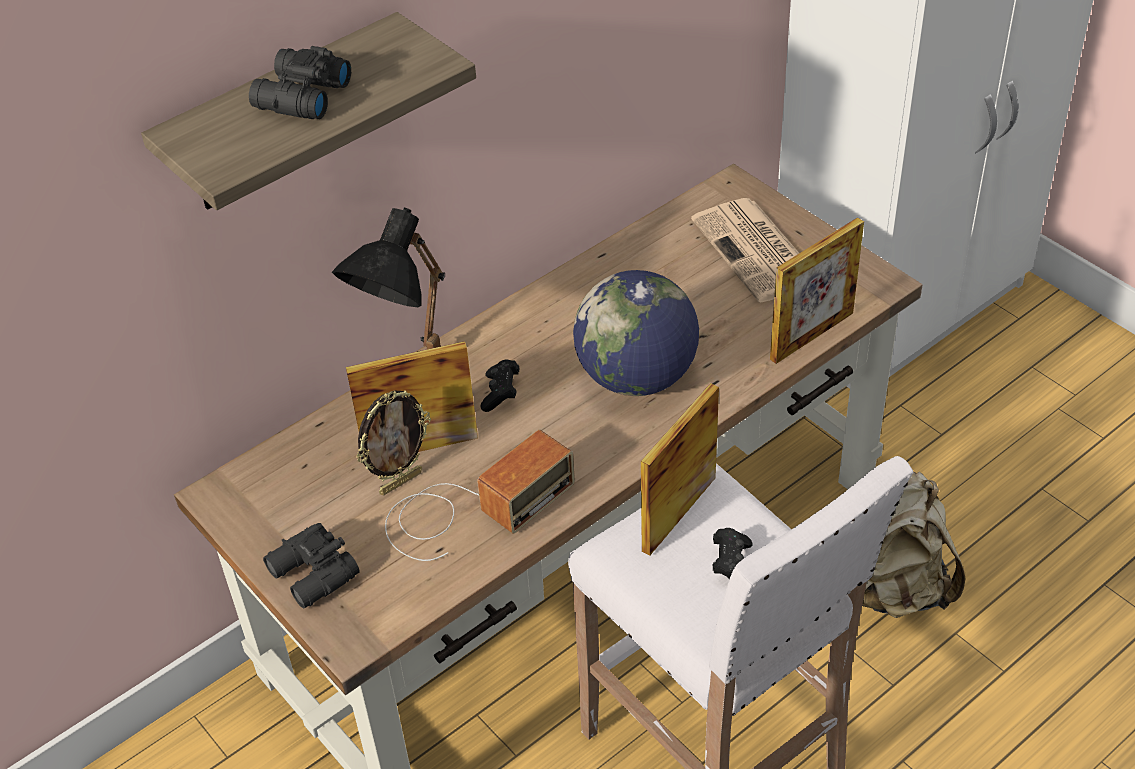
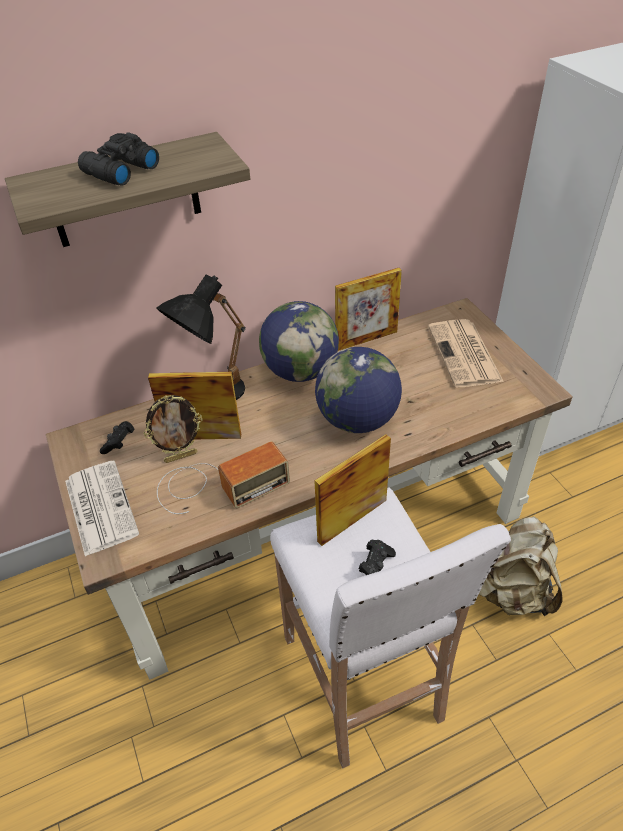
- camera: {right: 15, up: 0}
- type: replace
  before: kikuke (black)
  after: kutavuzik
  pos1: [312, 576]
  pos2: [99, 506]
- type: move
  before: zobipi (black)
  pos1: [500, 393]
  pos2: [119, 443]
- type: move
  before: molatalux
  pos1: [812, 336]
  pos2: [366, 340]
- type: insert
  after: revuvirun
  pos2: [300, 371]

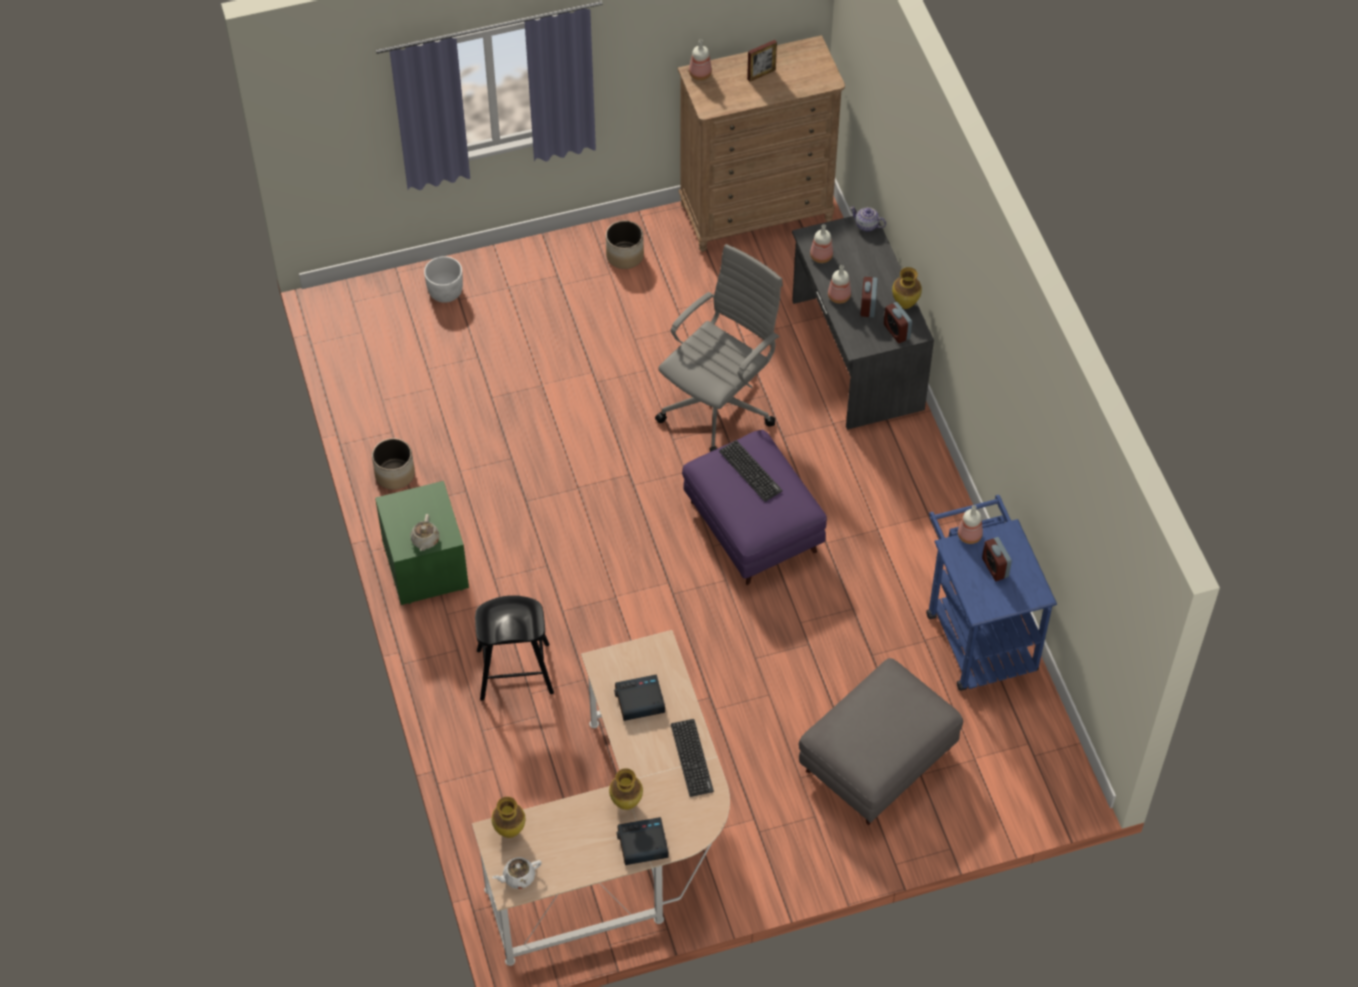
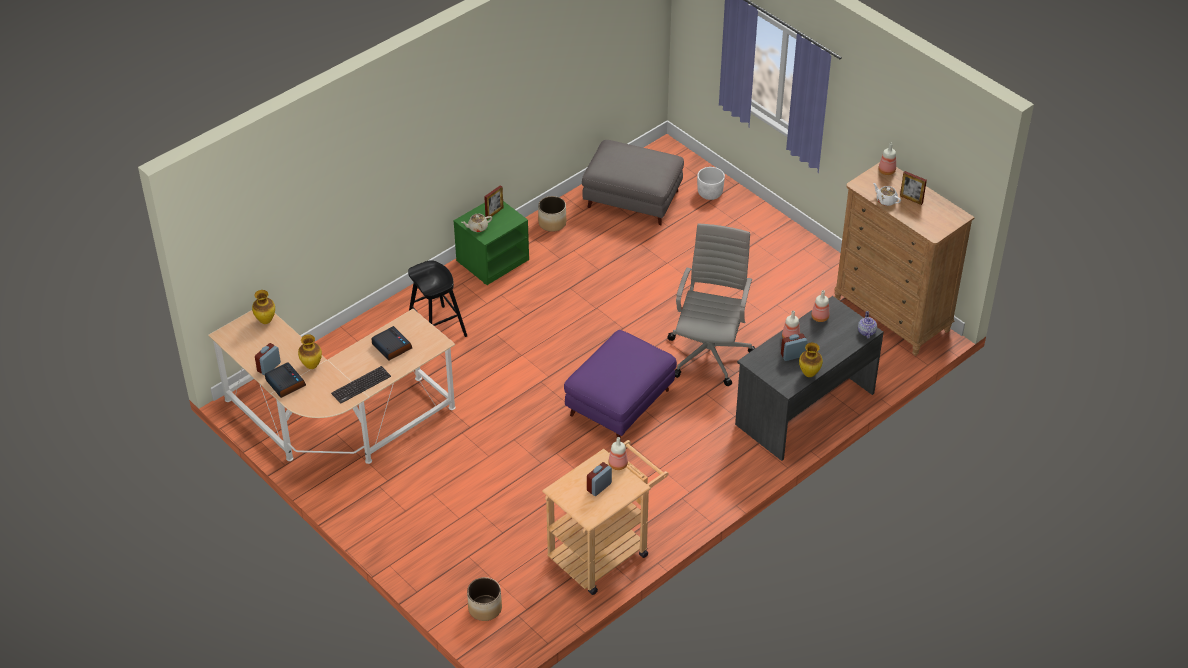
- camera: {right: 65, up: -10}
- type: move
  before: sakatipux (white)
  pos1: [518, 877]
  pos2: [886, 200]
- type: move
  before: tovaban
  pos1: [625, 256]
  pos2: [485, 608]
- type: rotate
  before: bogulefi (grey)
  pos1: [719, 405]
  pos2: [710, 352]
  turn: -90
- type: delete
  before: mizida
  pos1: [750, 471]
- type: move
  before: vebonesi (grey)
  pos1: [877, 759]
  pos2: [633, 199]
- type: move
  before: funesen
  pos1: [896, 331]
  pos2: [269, 367]
- type: recolor
  before: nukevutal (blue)
  after: nukevutal (beige)
  pos1: [977, 633]
  pos2: [604, 551]
- type: insert
  after: molatalux
  pos2: [494, 213]

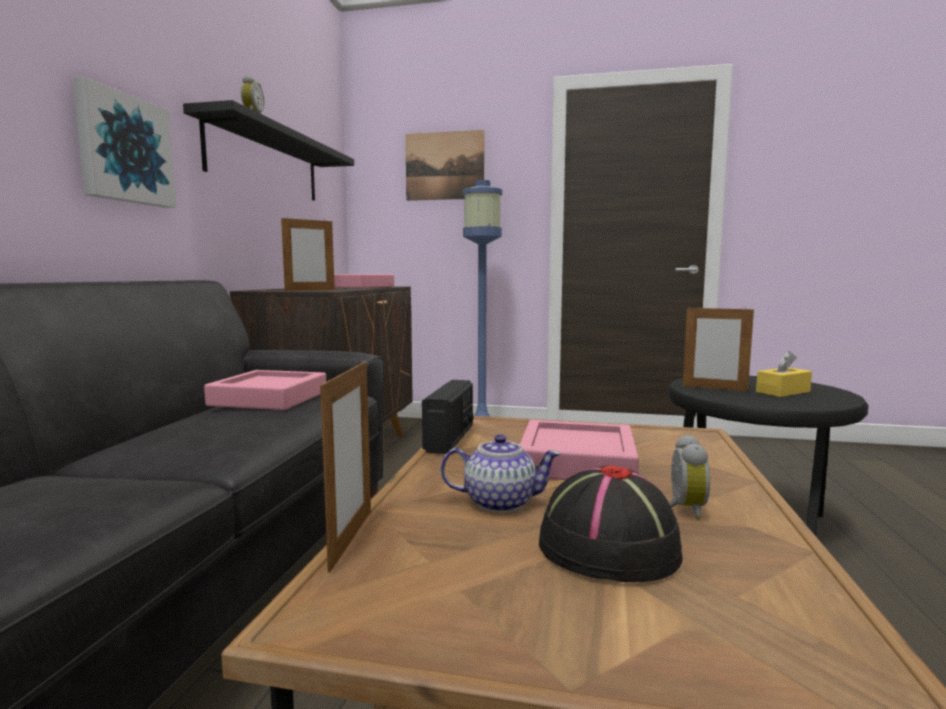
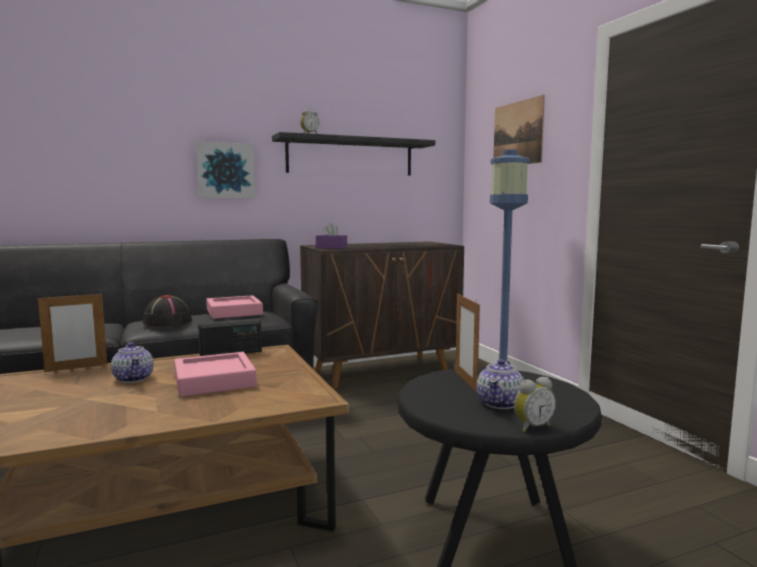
- camera: {right: 55, up: 0}
- type: replace
  before: molatalux
  after: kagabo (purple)
  pos1: [310, 290]
  pos2: [331, 247]
- type: delete
  before: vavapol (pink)
  pos1: [359, 287]
- type: move
  before: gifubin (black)
  pos1: [607, 547]
  pos2: [167, 322]
- type: move
  before: funesen
  pos1: [683, 510]
  pos2: [532, 427]
- type: replace
  before: kagabo (yellow)
  after: sakatipux
  pos1: [783, 392]
  pos2: [500, 403]

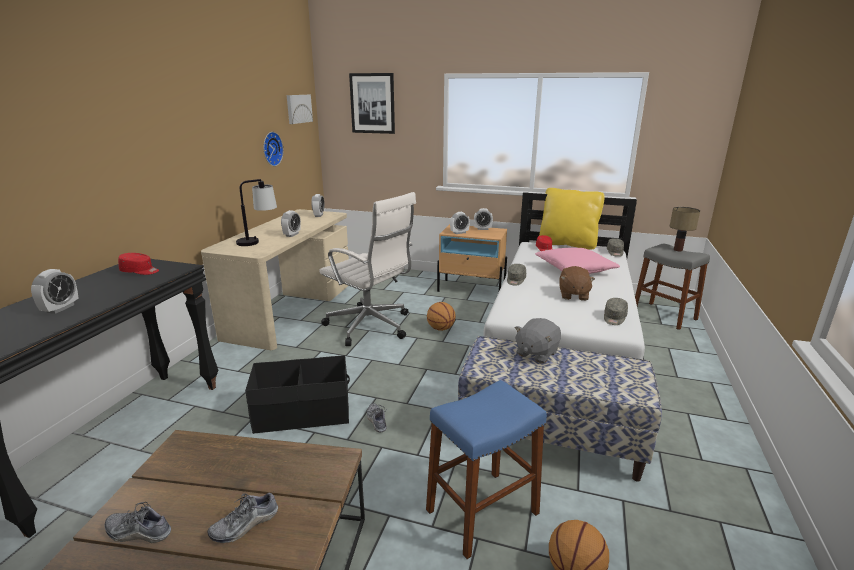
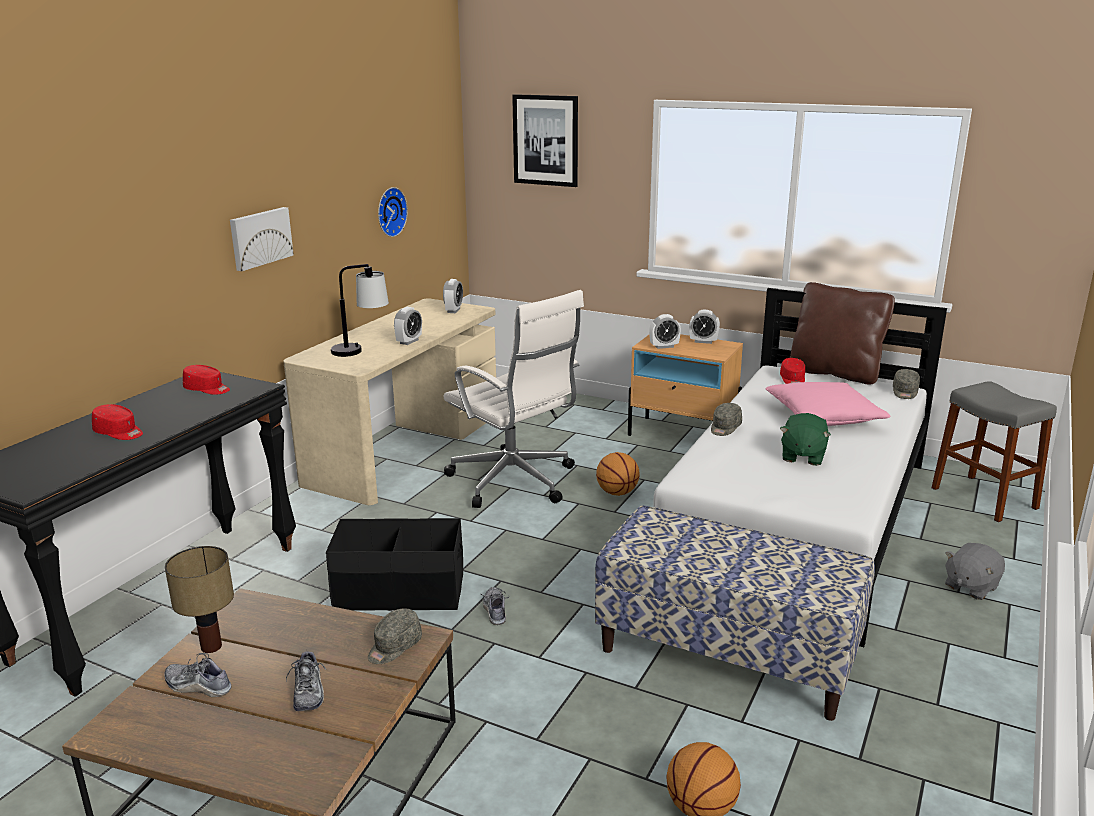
- camera: {right: 10, up: 0}
- type: replace
  before: funesen
  after: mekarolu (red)
  pos1: [60, 308]
  pos2: [119, 433]
- type: rotate
  before: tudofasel
  pos1: [245, 524]
  pos2: [308, 692]
  turn: -75
- type: move
  before: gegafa
  pos1: [298, 108]
  pos2: [260, 238]
- type: delete
  before: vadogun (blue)
  pos1: [482, 512]
- type: move
  before: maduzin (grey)
  pos1: [536, 353]
  pos2: [970, 586]
- type: recolor
  before: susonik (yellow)
  after: susonik (brown)
  pos1: [567, 244]
  pos2: [835, 373]
- type: recolor
  before: maduzin (brown)
  after: maduzin (green)
  pos1: [573, 295]
  pos2: [802, 456]
- type: move
  before: mekarolu (grey)
  pos1: [614, 318]
  pos2: [394, 647]
- type: move
  before: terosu
  pos1: [677, 250]
  pos2: [211, 646]

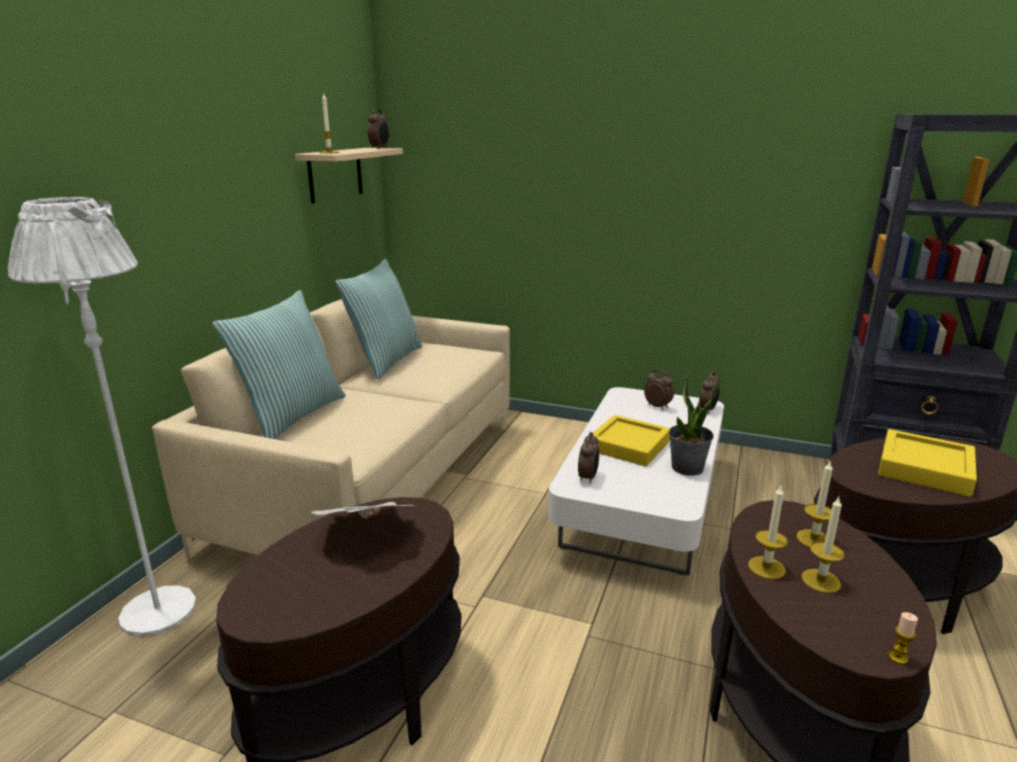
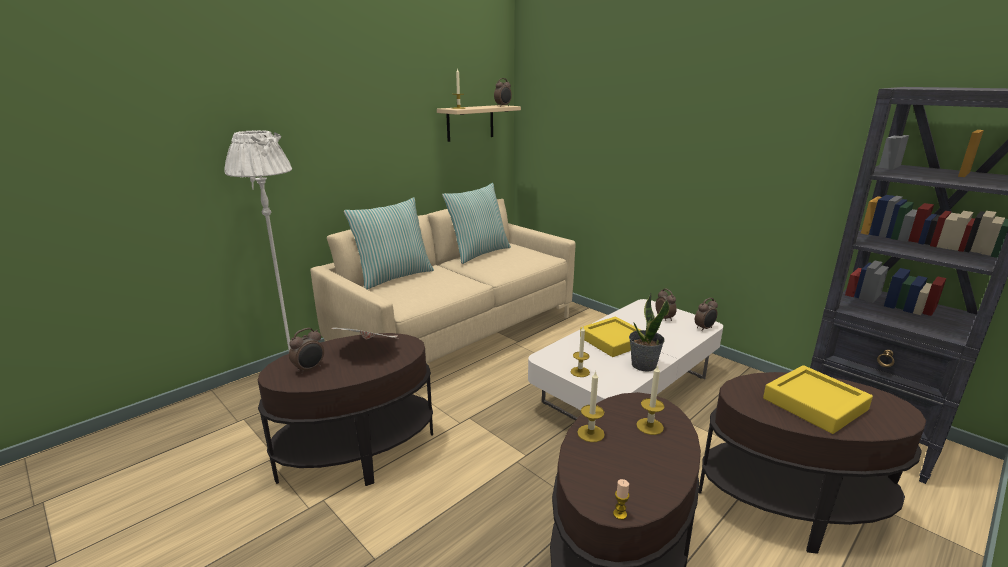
- camera: {right: 25, up: 0}
- type: move
  before: funesen
  pos1: [588, 478]
  pos2: [310, 369]
- type: move
  before: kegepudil
  pos1: [821, 581]
  pos2: [580, 372]

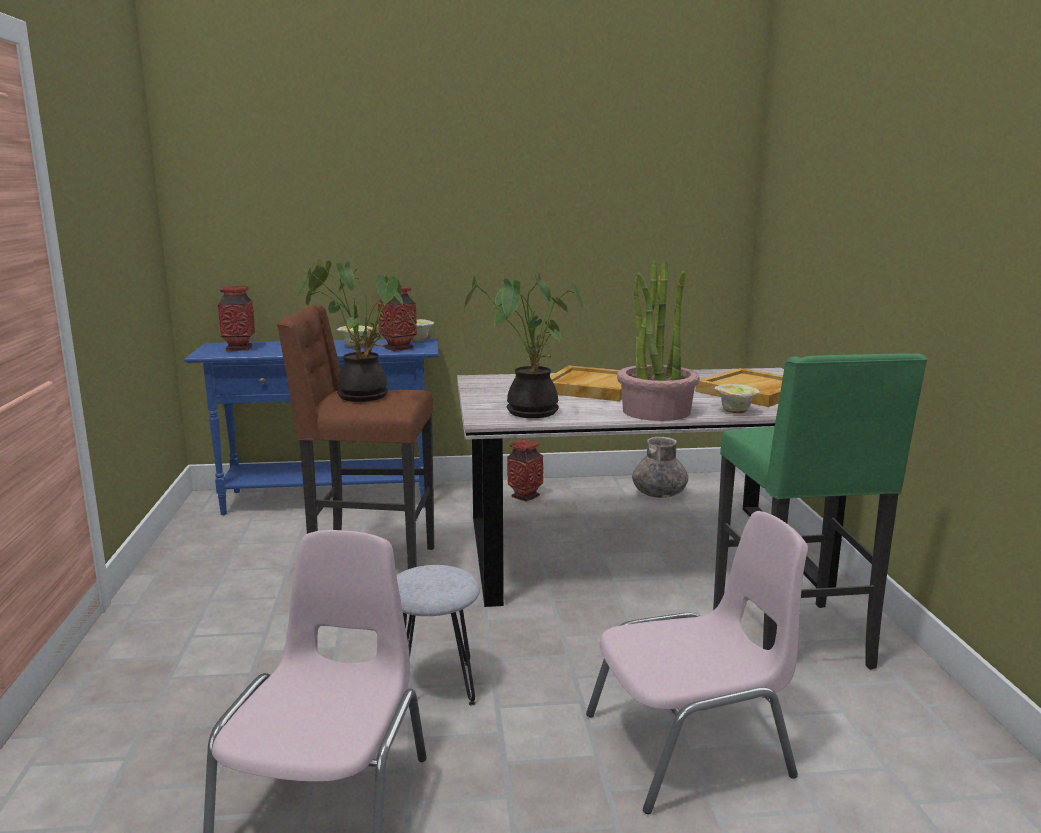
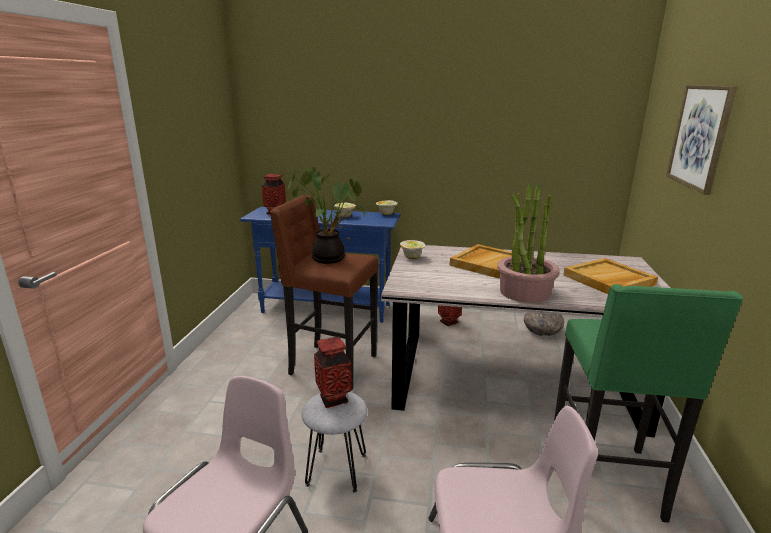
- camera: {right: 15, up: 5}
- type: move
  before: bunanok
  pos1: [398, 348]
  pos2: [333, 399]
- type: delete
  before: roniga
  pos1: [529, 411]
- type: move
  before: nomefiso
  pos1: [735, 412]
  pos2: [412, 257]
- type: insert
  after: gegafa
  pos2: [700, 137]

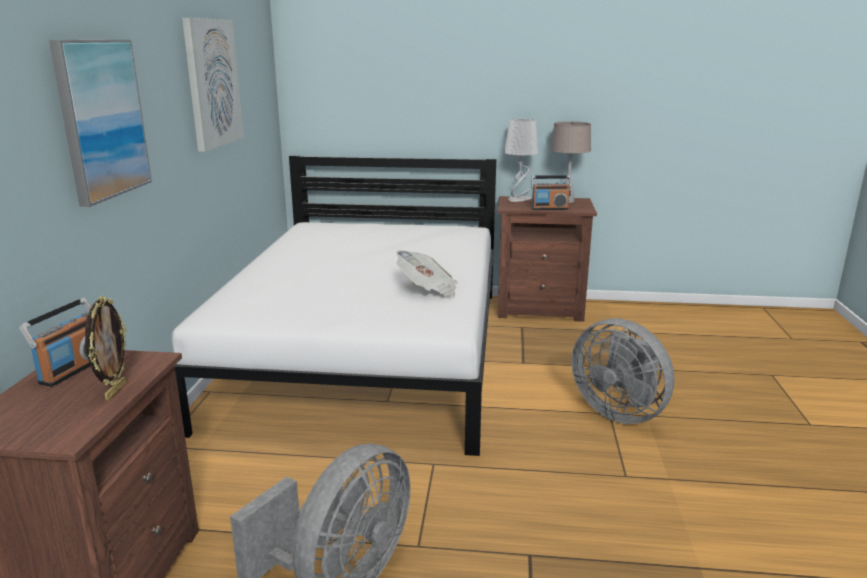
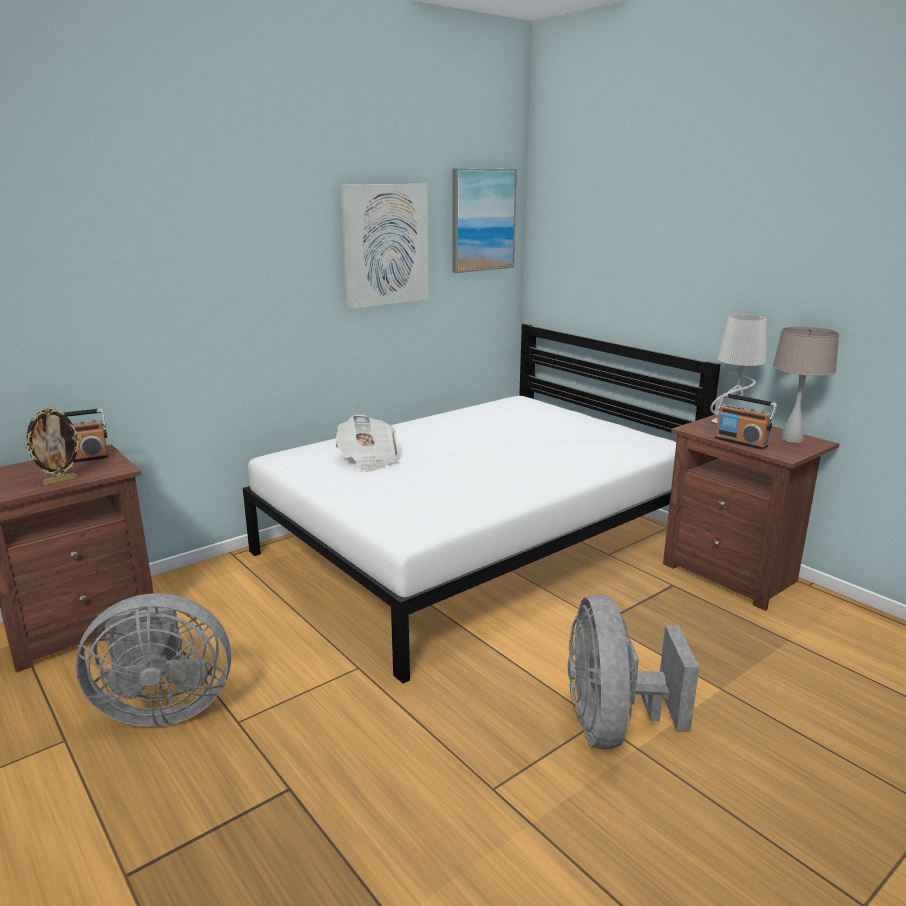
- camera: {right: 45, up: 0}
- type: move
  before: gegafa
  pos1: [101, 119]
  pos2: [482, 220]
- type: move
  before: kutavuzik
  pos1: [428, 290]
  pos2: [368, 459]

